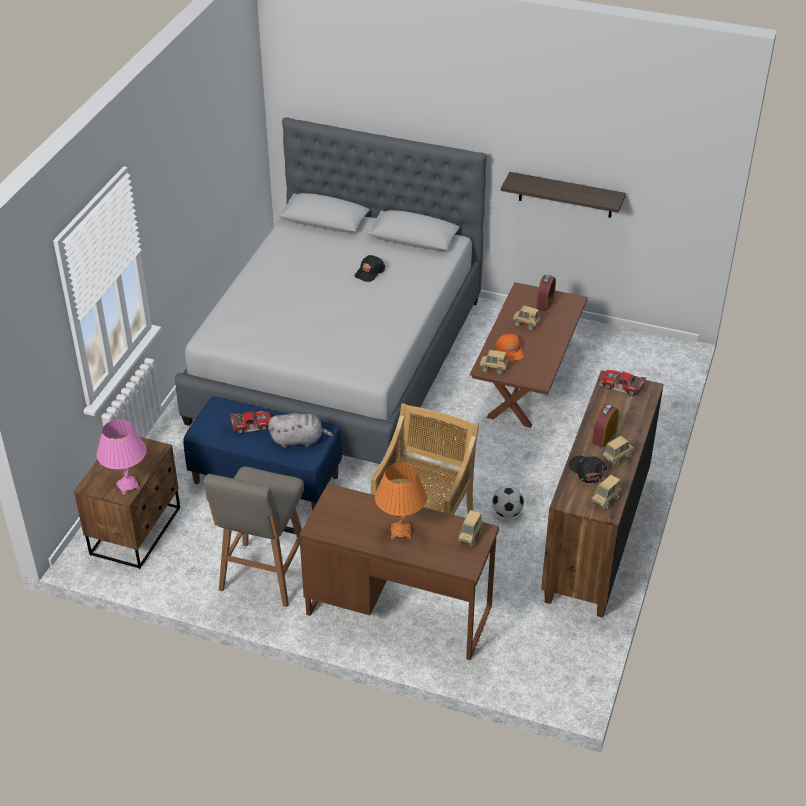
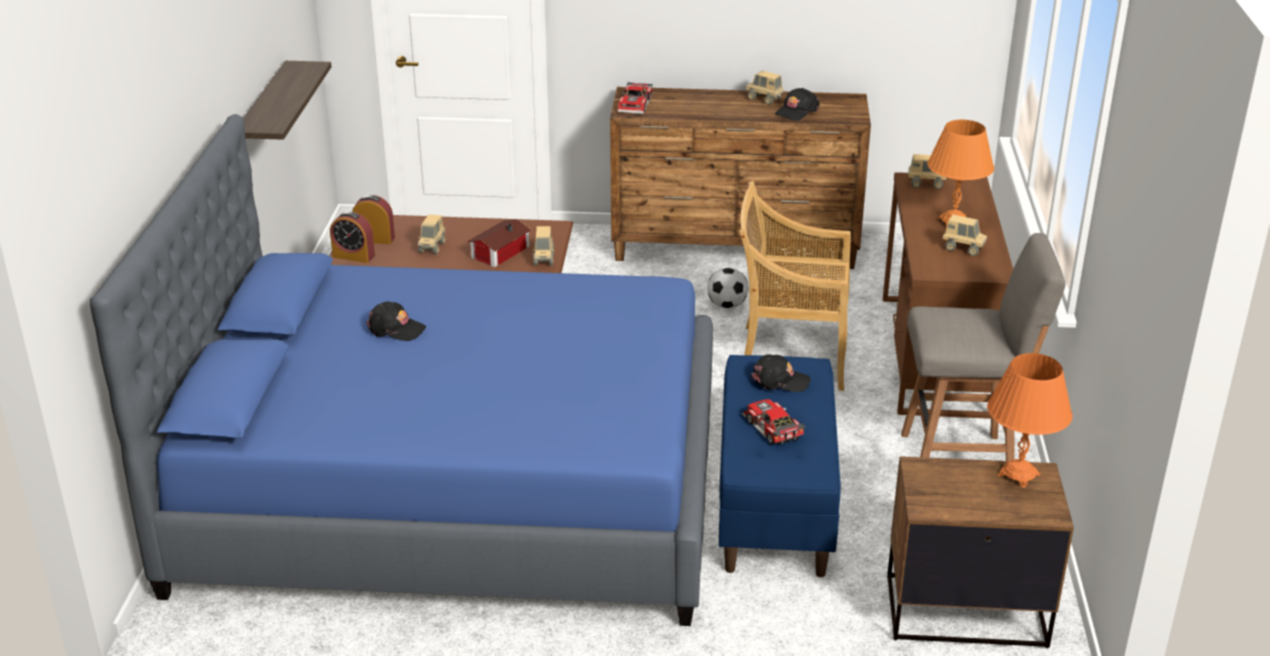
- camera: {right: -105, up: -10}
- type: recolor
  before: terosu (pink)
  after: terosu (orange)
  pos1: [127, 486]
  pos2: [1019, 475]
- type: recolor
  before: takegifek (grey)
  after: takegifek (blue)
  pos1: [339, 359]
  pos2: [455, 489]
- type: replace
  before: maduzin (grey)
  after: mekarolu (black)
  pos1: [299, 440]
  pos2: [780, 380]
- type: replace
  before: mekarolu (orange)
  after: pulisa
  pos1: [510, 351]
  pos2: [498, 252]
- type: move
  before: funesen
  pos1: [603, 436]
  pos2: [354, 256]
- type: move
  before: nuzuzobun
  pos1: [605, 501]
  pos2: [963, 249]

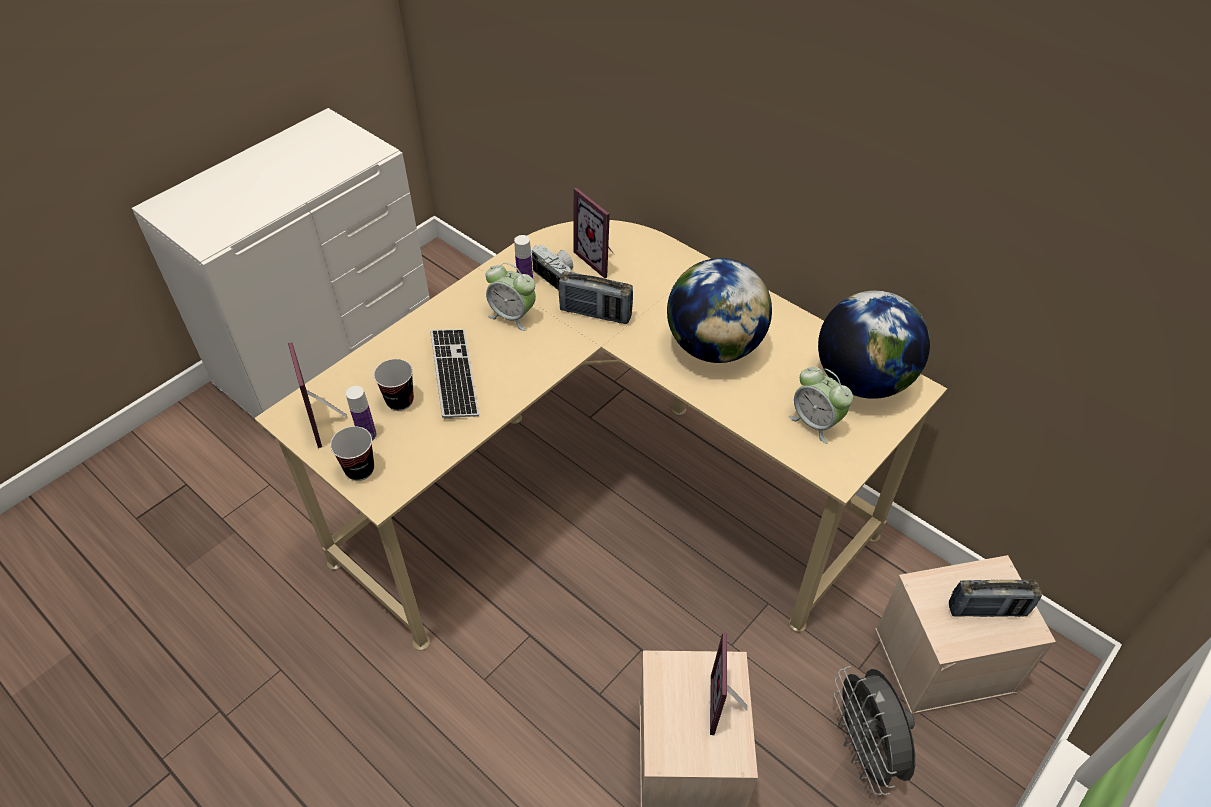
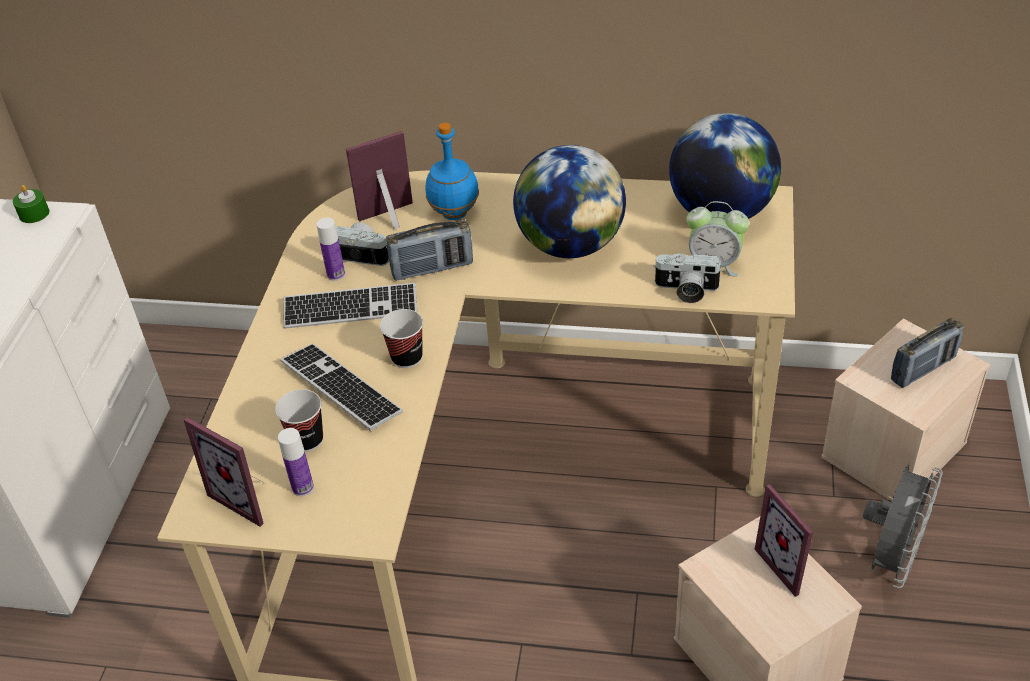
- camera: {right: -30, up: -5}
- type: move
  before: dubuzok
  pos1: [360, 470]
  pos2: [407, 358]
- type: replace
  before: funesen
  after: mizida
  pos1: [512, 316]
  pos2: [351, 309]
- type: rotate
  before: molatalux
  pos1: [600, 259]
  pos2: [391, 219]
  turn: 135
- type: rotate
  before: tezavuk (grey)
  pos1: [865, 750]
  pos2: [891, 558]
  turn: -105
- type: insert
  after: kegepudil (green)
  pos2: [34, 213]
- type: insert
  after: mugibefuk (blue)
  pos2: [454, 213]
- type: insert
  after: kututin
  pos2: [686, 290]

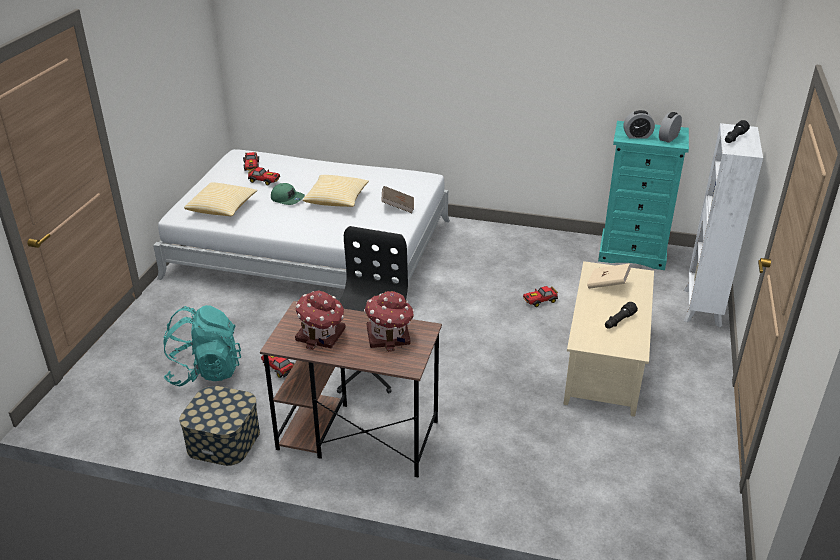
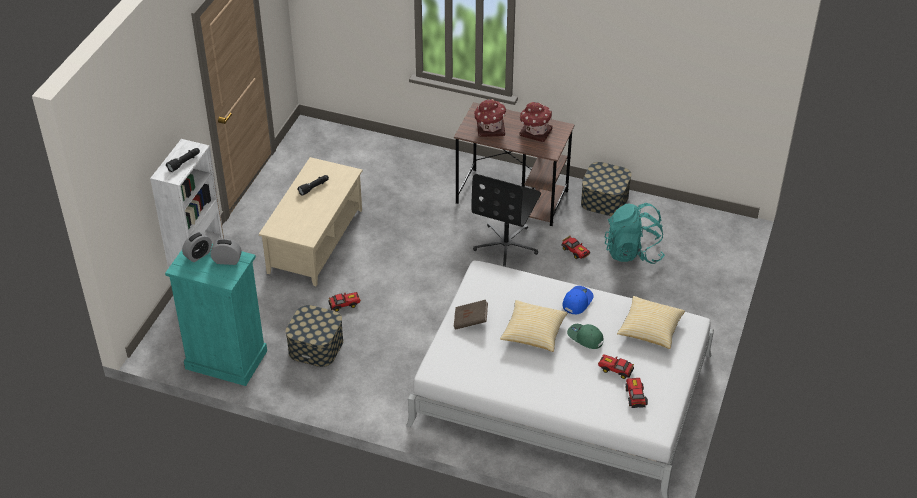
- camera: {right: -175, up: 10}
- type: delete
  before: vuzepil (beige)
  pos1: [607, 285]
- type: insert
  after: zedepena
  pos2: [316, 346]
- type: insert
  after: mekarolu (blue)
  pos2: [577, 301]

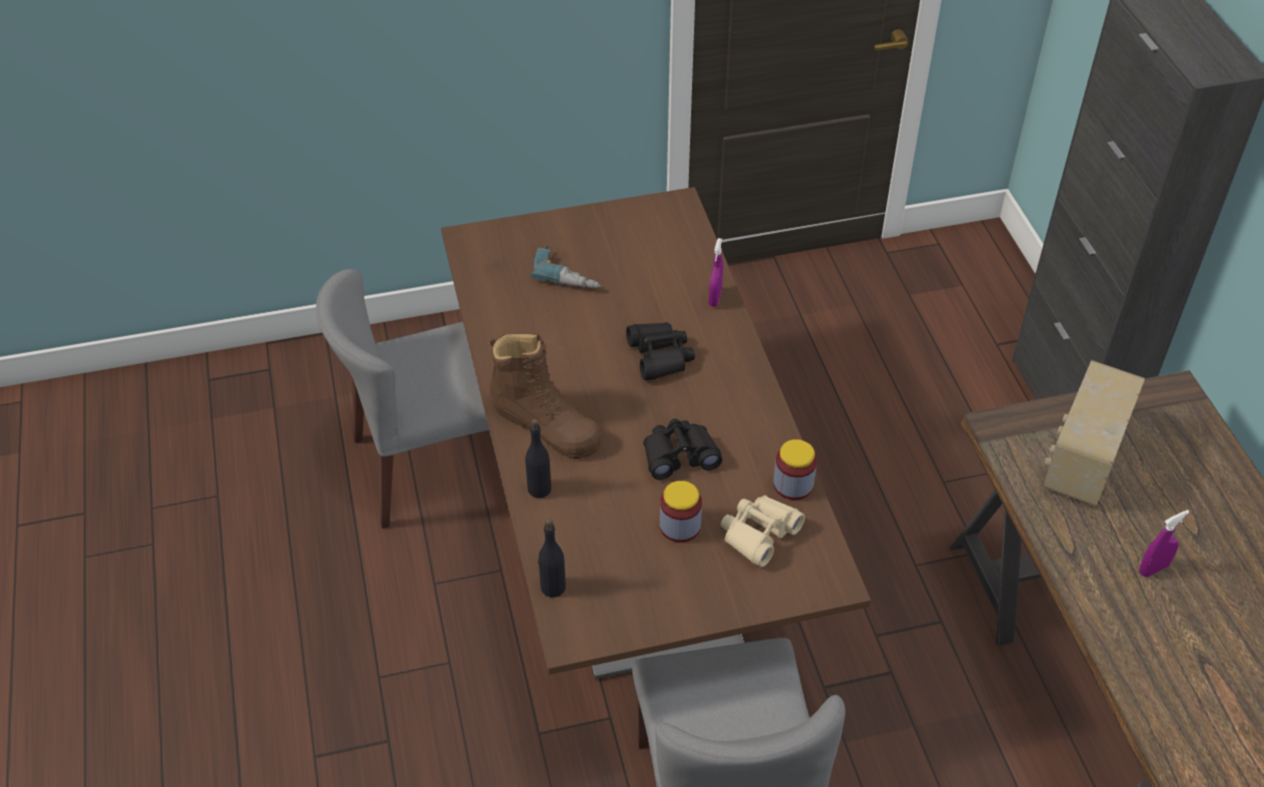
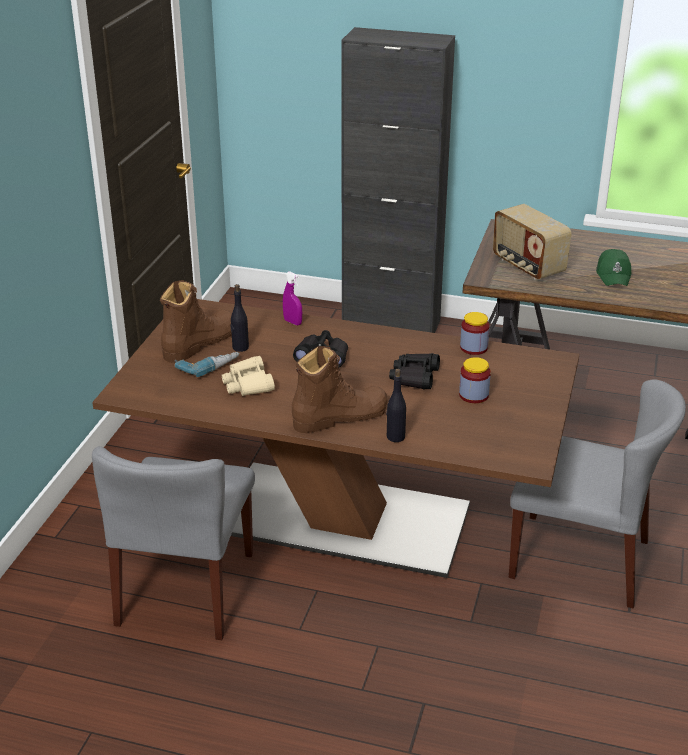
- camera: {right: -60, up: -15}
- type: move
  before: mugibefuk (black)
  pos1: [552, 587]
  pos2: [240, 347]
- type: move
  before: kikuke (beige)
  pos1: [759, 534]
  pos2: [248, 384]
- type: replace
  before: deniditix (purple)
  after: mekarolu (green)
  pos1: [1153, 569]
  pos2: [613, 275]
- type: insert
  after: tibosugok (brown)
  pos2: [199, 343]

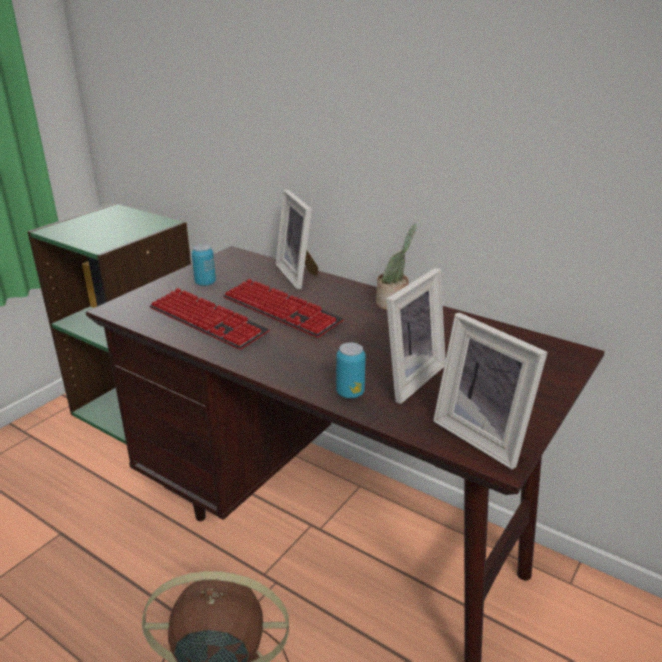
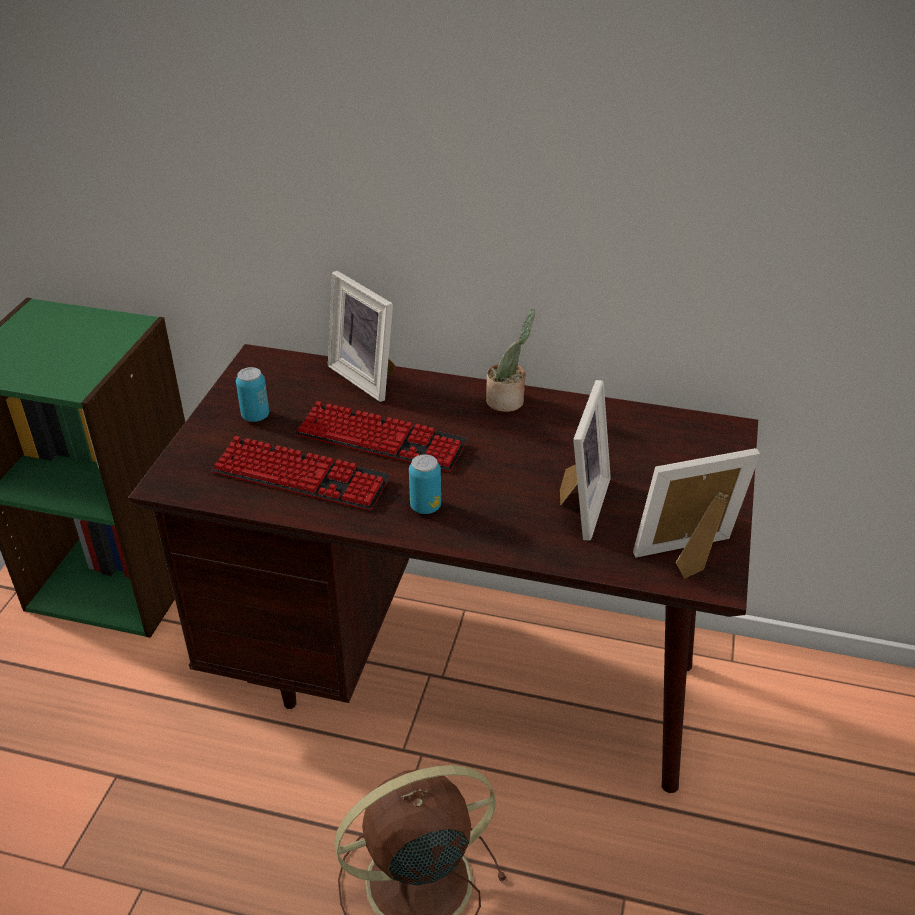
- camera: {right: -20, up: 10}
- type: move
  before: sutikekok
  pos1: [350, 393]
  pos2: [425, 506]
- type: rotate
  before: molatalux
  pos1: [484, 436]
  pos2: [689, 558]
  turn: 135

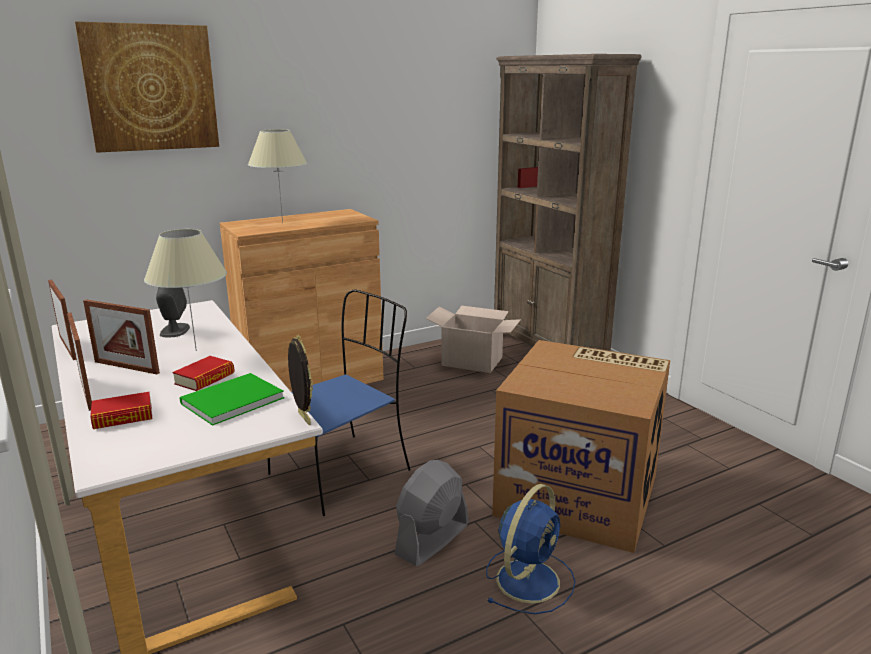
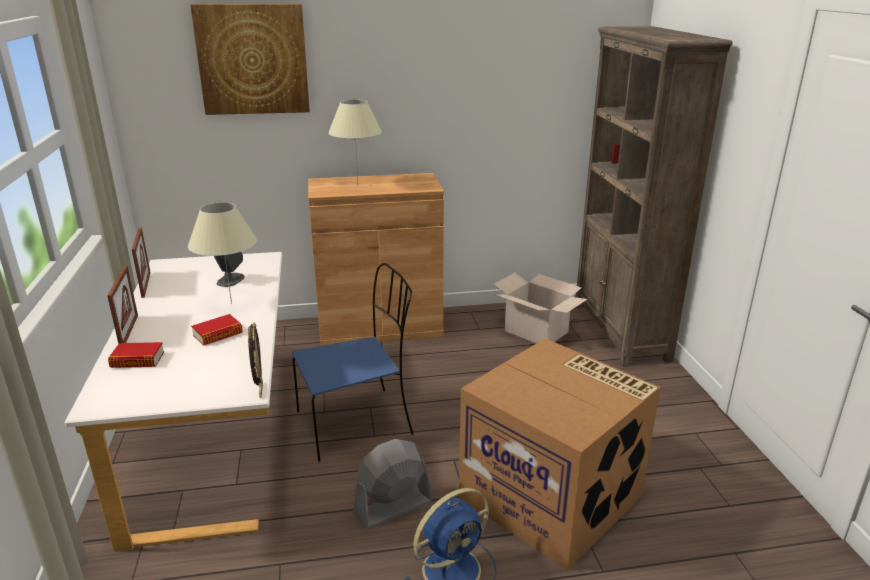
- camera: {right: 20, up: 5}
- type: delete
  before: molatalux
  pos1: [126, 367]
- type: delete
  before: vuzepil (green)
  pos1: [229, 401]

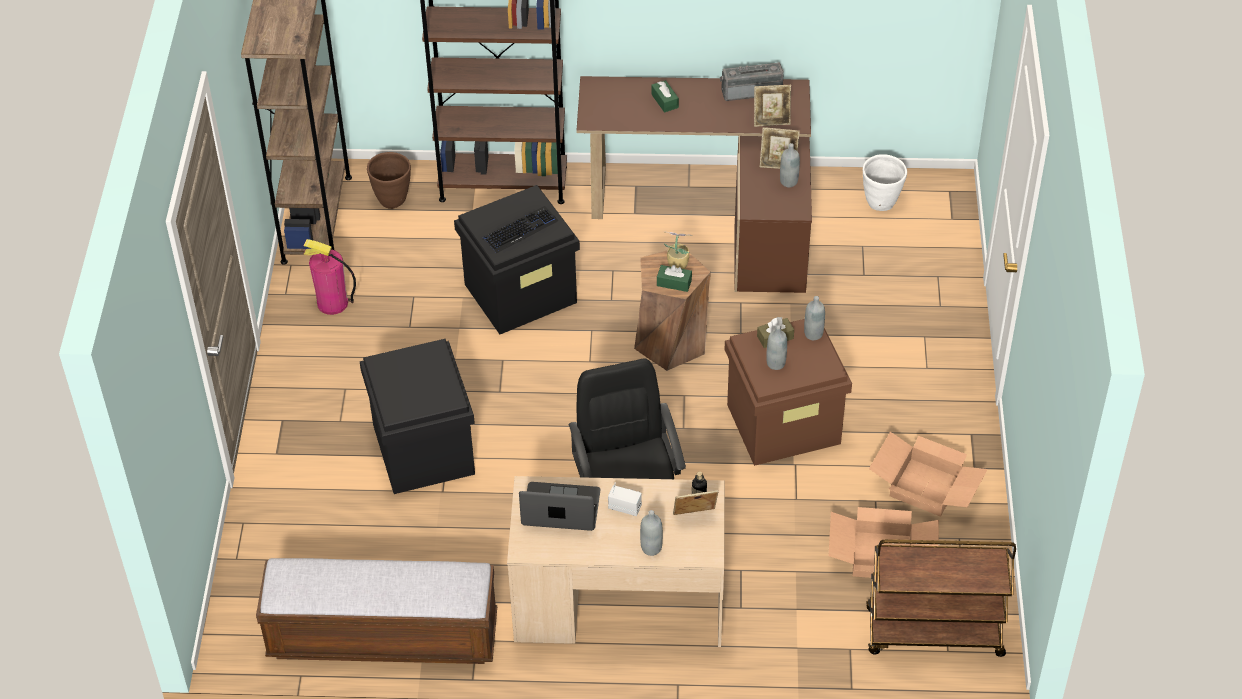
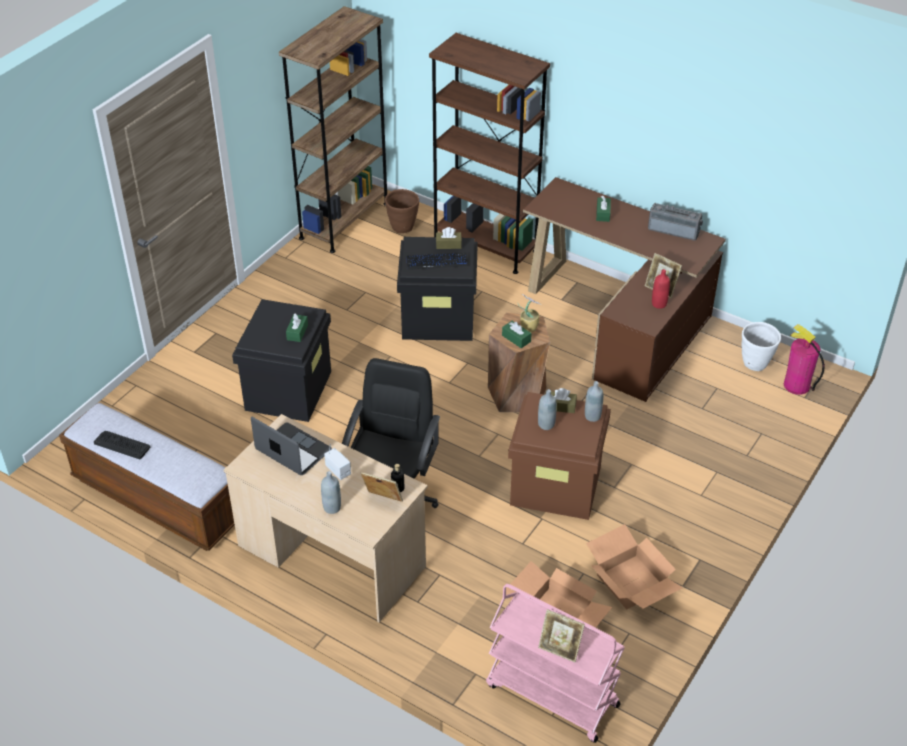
- camera: {right: 30, up: -5}
- type: move
  before: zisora
  pos1: [332, 303]
  pos2: [796, 385]
- type: move
  before: molatalux
  pos1: [771, 121]
  pos2: [560, 649]
- type: recolor
  before: mugibefuk (grey)
  after: mugibefuk (red)
  pos1: [788, 181]
  pos2: [659, 304]
- type: recolor
  before: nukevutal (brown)
  after: nukevutal (pink)
  pos1: [933, 633]
  pos2: [551, 695]
- type: insert
  after: mizida
  pos2: [122, 445]
- type: insert
  after: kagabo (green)
  pos2: [297, 332]
- type: insert
  after: kagabo (brown)
  pos2: [448, 244]

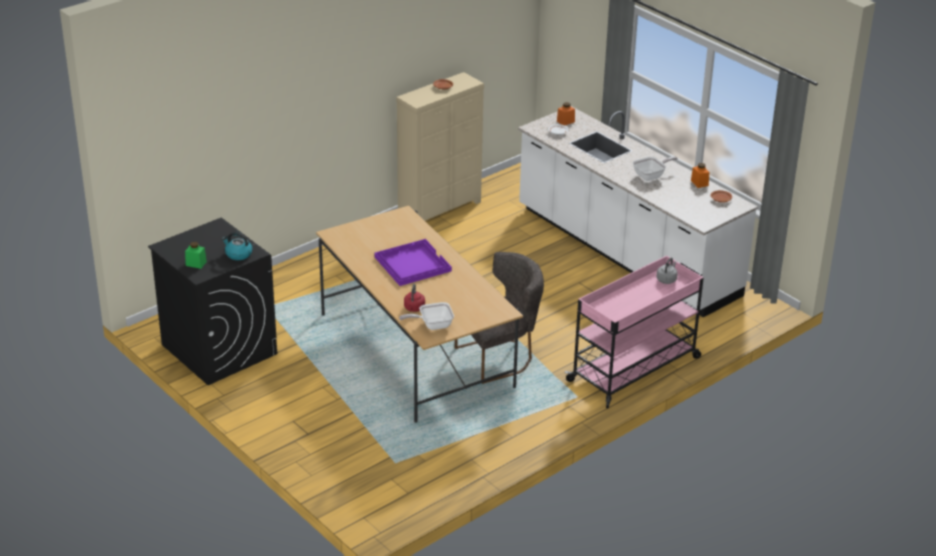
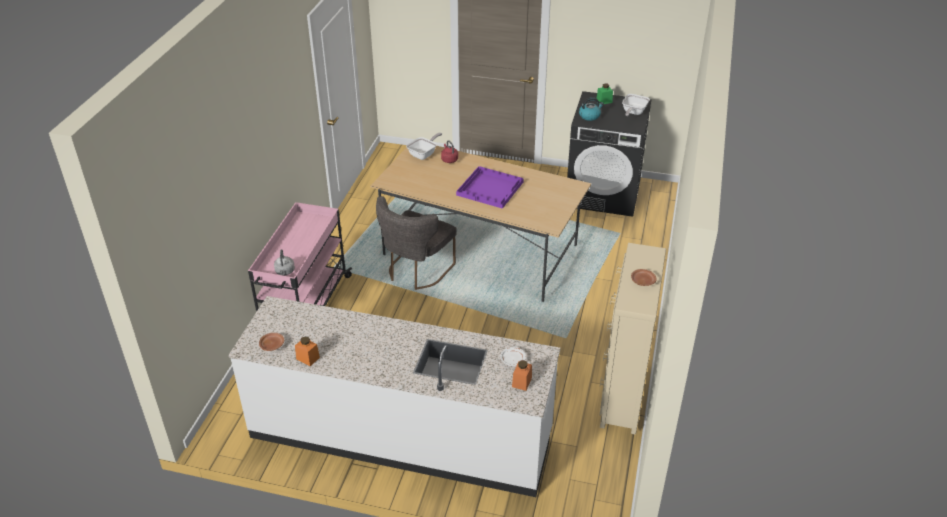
- camera: {right: 145, up: 5}
- type: move
  before: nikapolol
  pos1: [651, 176]
  pos2: [633, 112]

